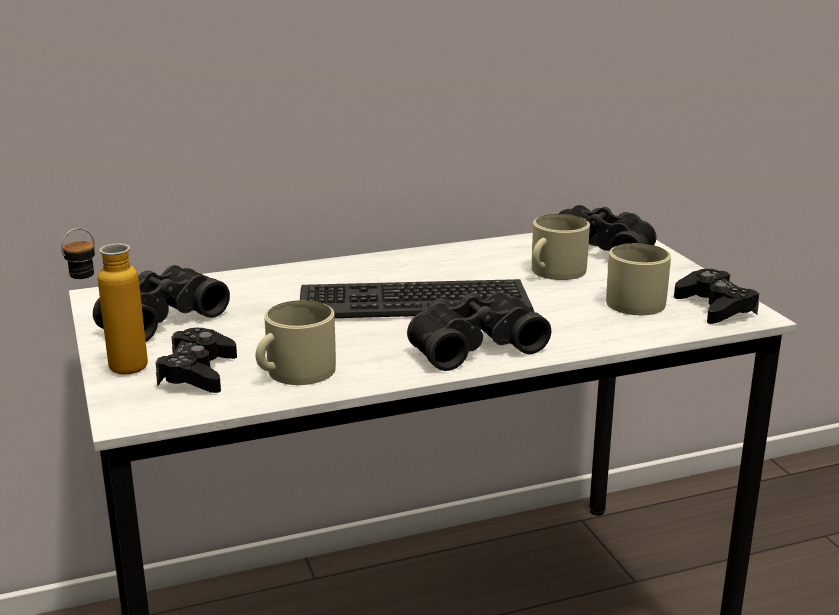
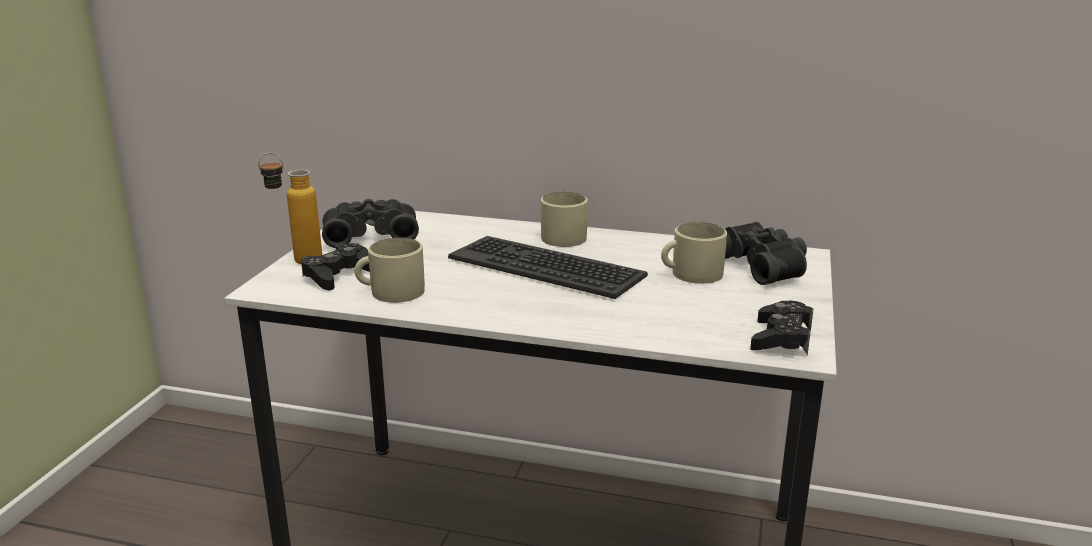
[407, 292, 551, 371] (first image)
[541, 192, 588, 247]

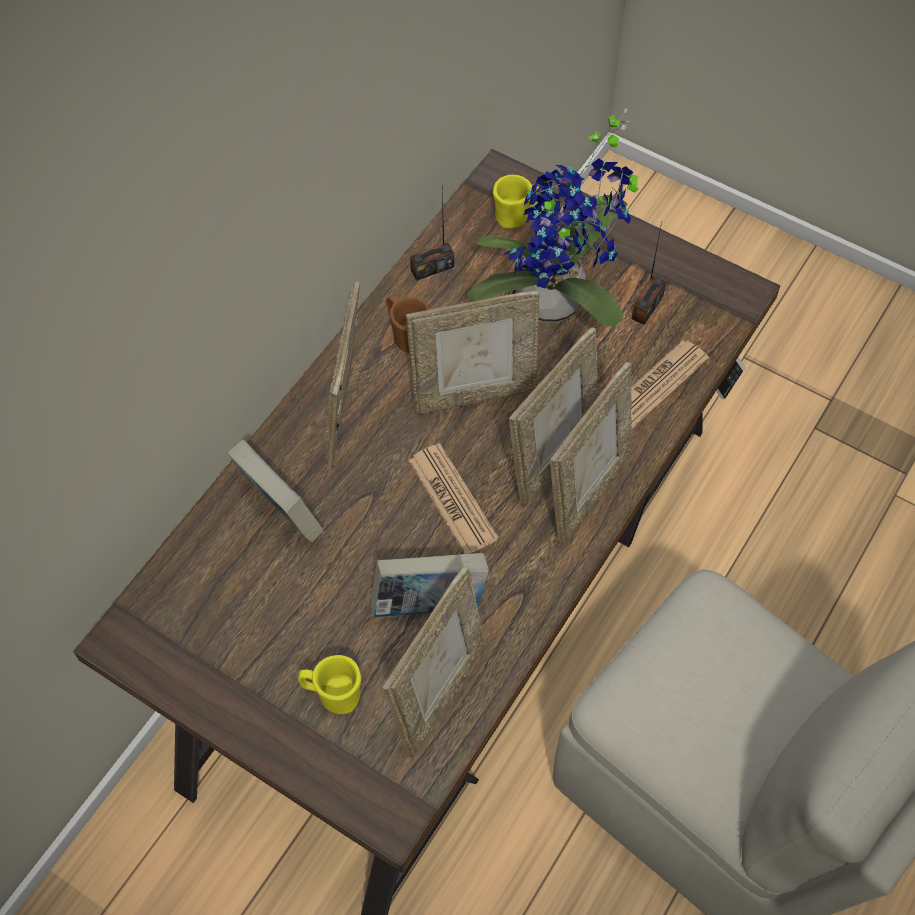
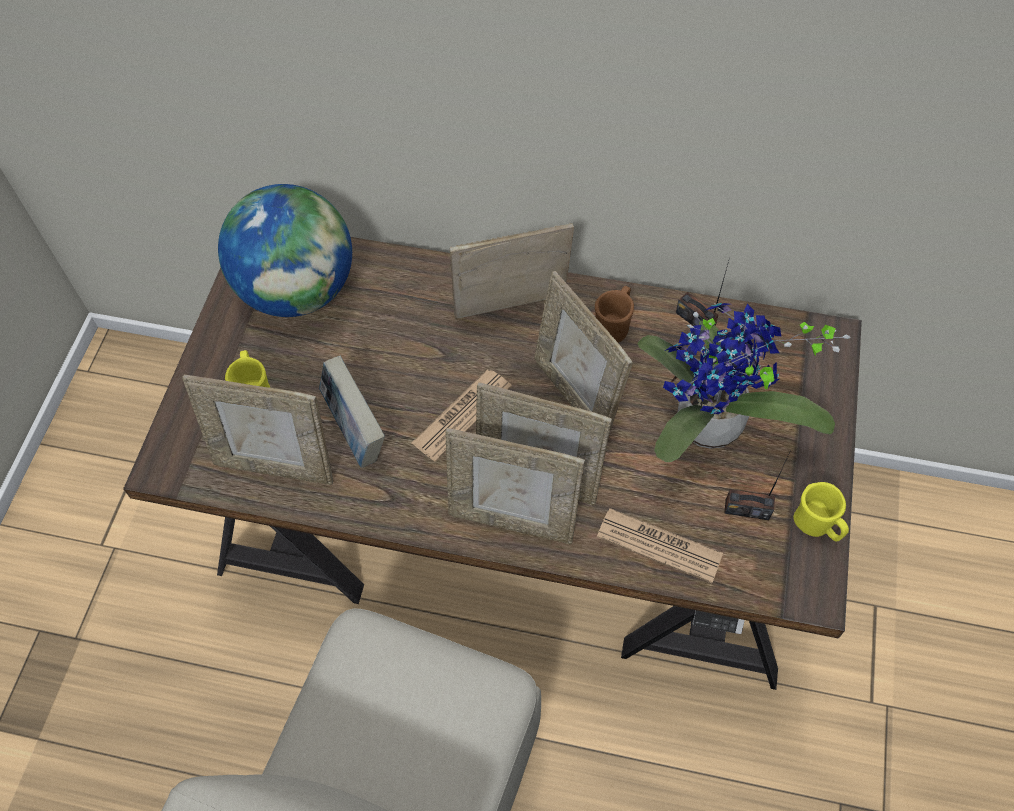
[228, 440, 324, 542] (first image)
[218, 184, 352, 317]
[793, 482, 849, 542]

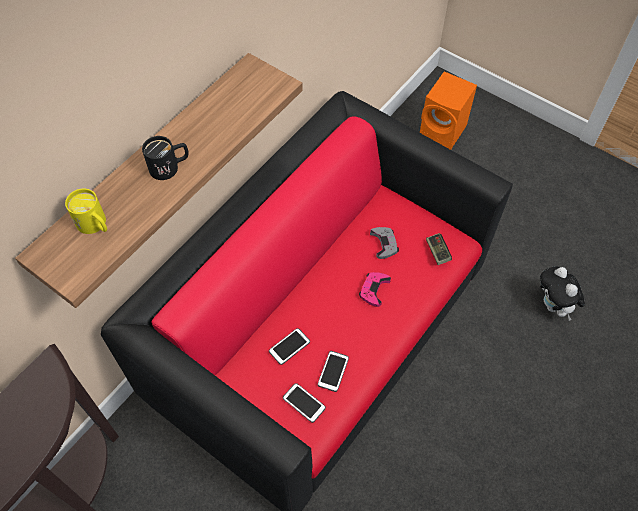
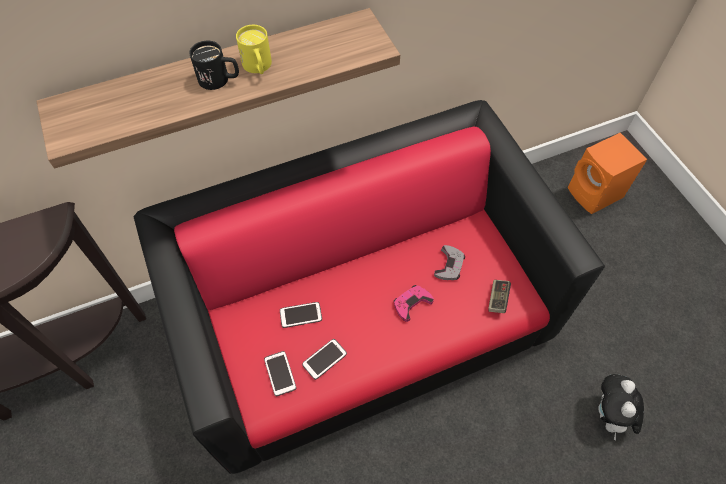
[236, 25, 272, 74]

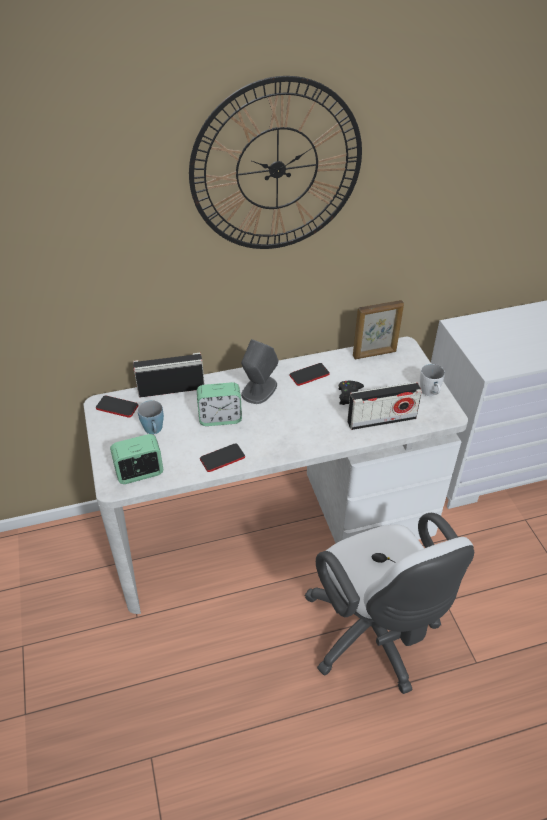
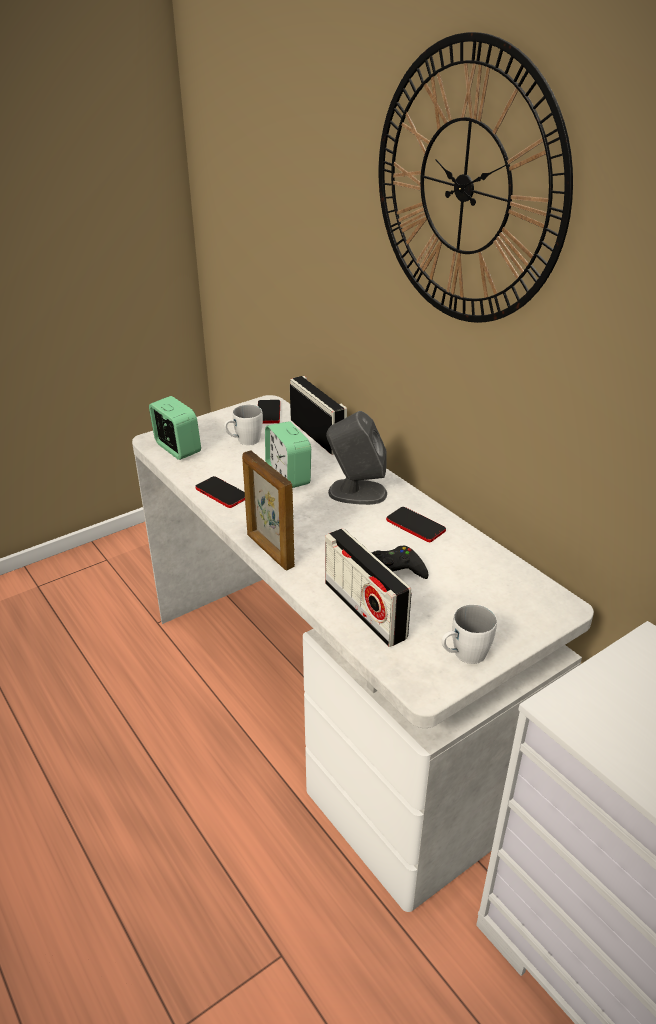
[304, 513, 474, 694] (first image)
[242, 451, 295, 570]
[224, 405, 263, 445]

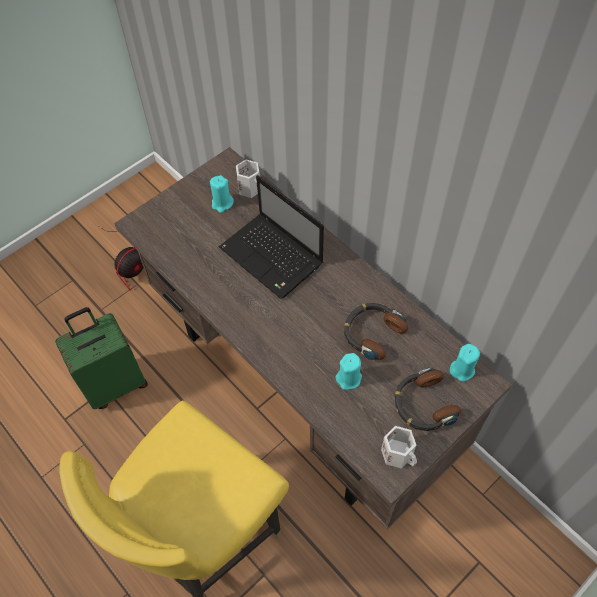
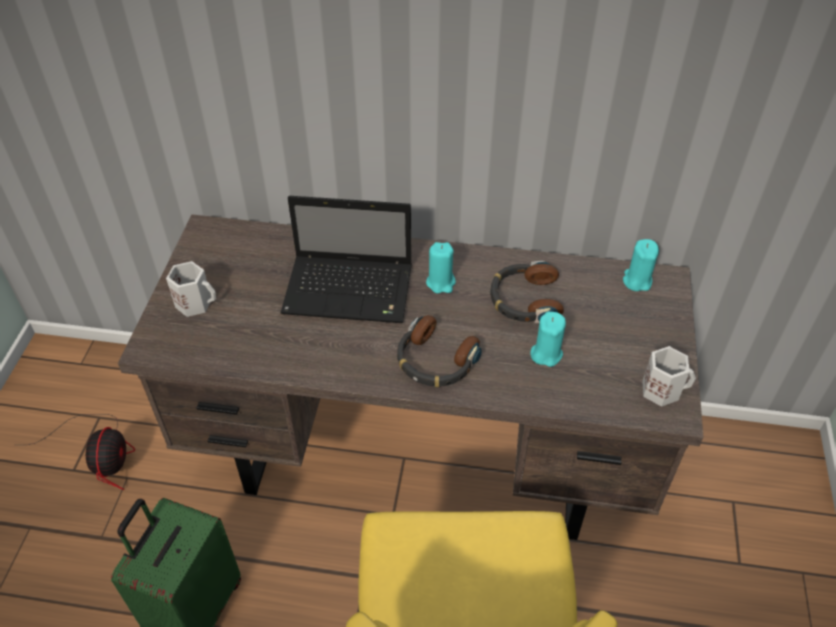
[426, 242, 456, 293]
[166, 261, 216, 317]
[397, 315, 482, 387]

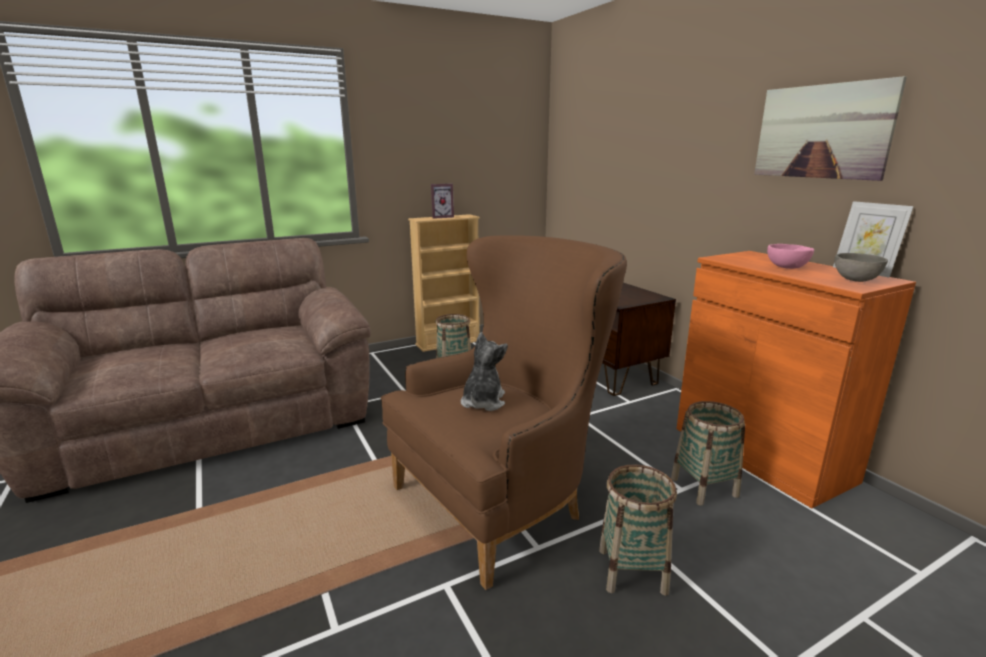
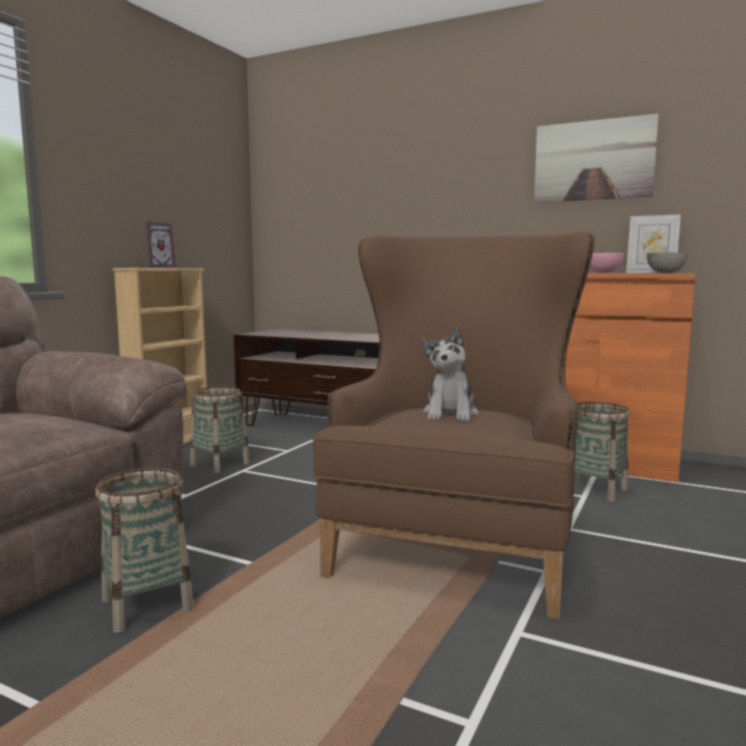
[95, 468, 194, 633]
[422, 327, 479, 421]

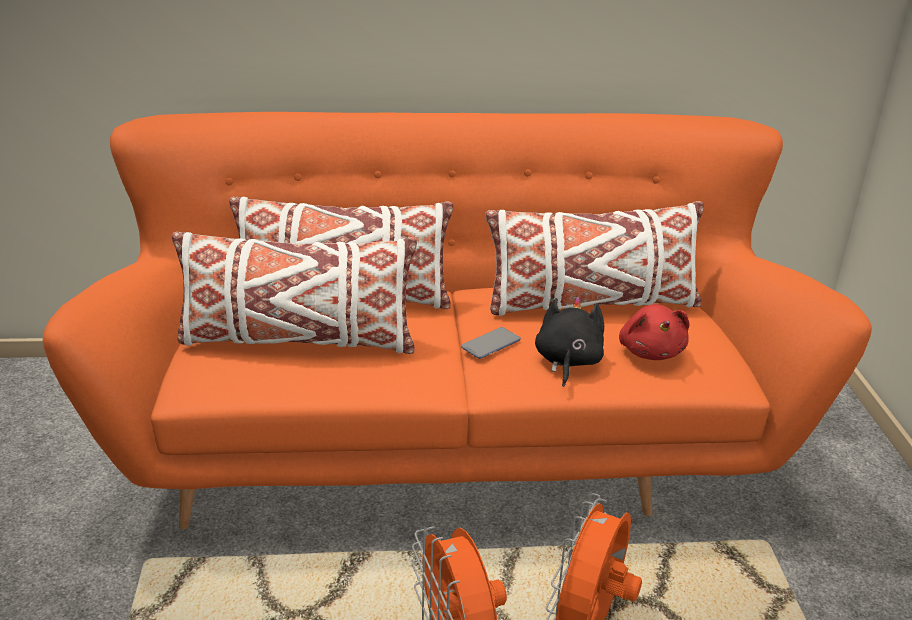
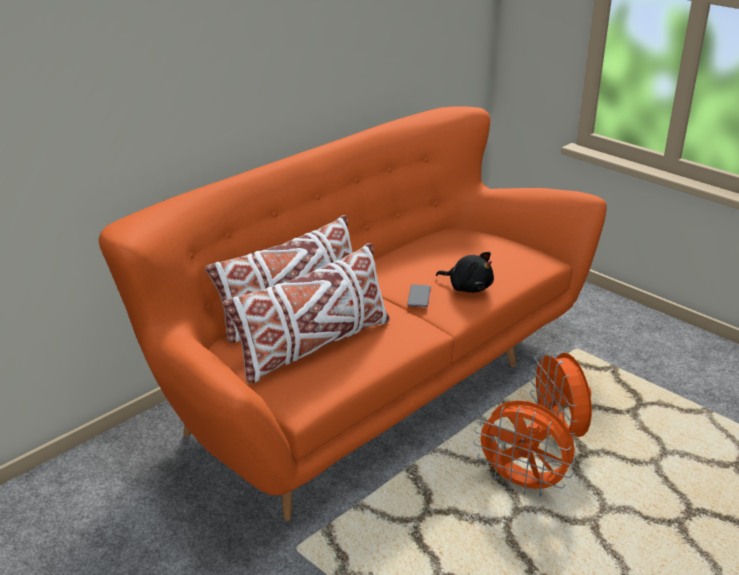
[485, 201, 704, 316] (first image)
[619, 304, 690, 360] (first image)
[436, 252, 494, 293]

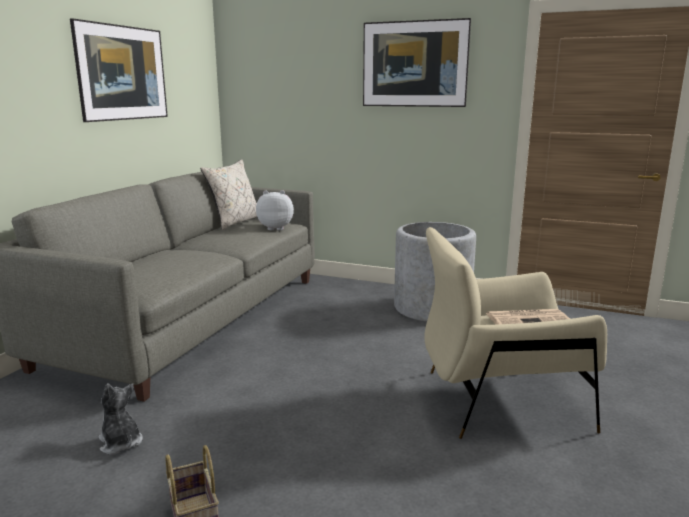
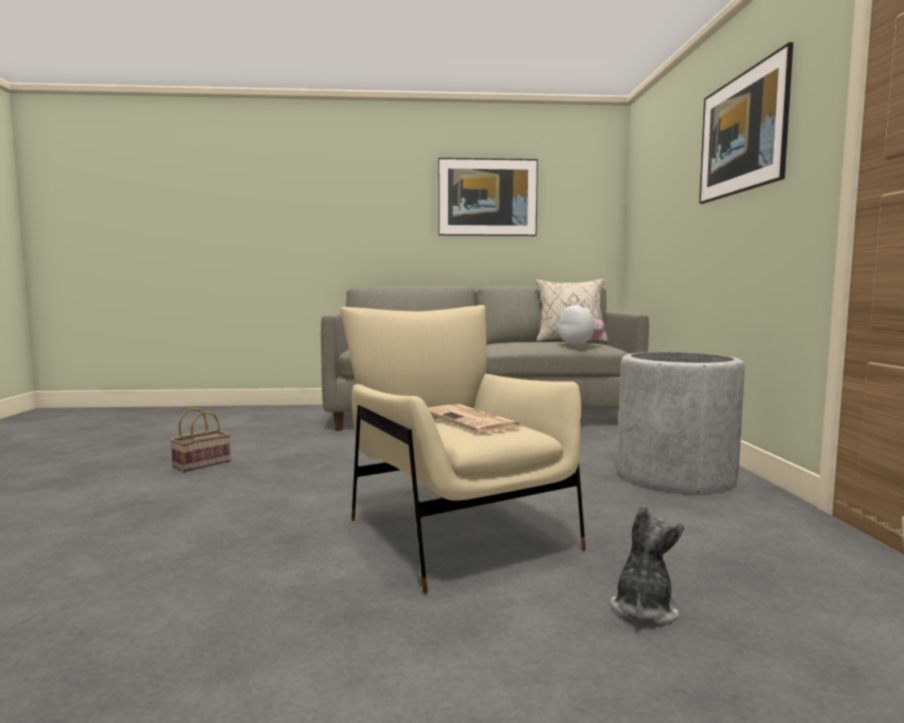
[611, 505, 684, 624]

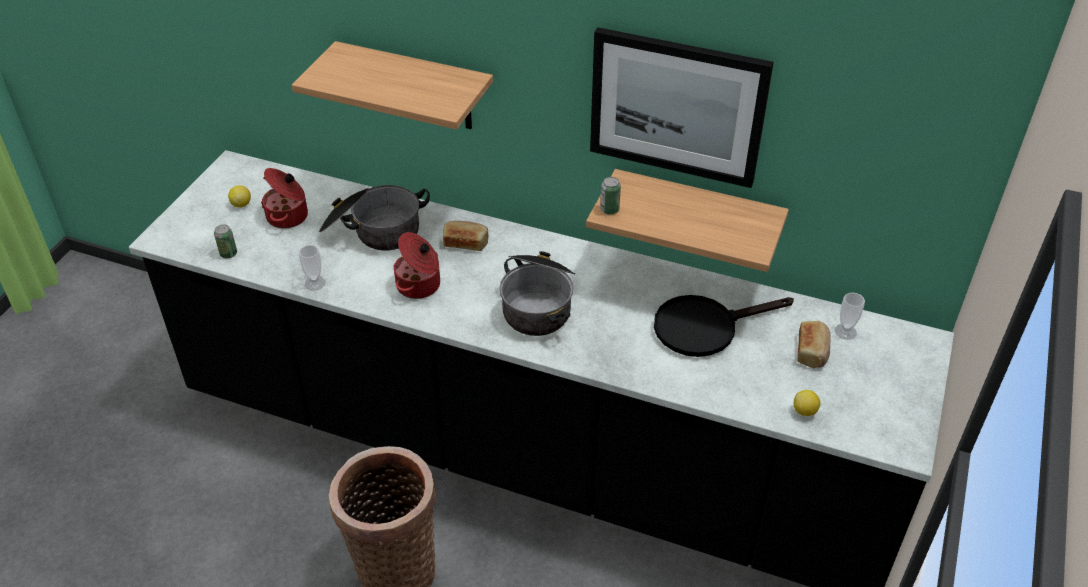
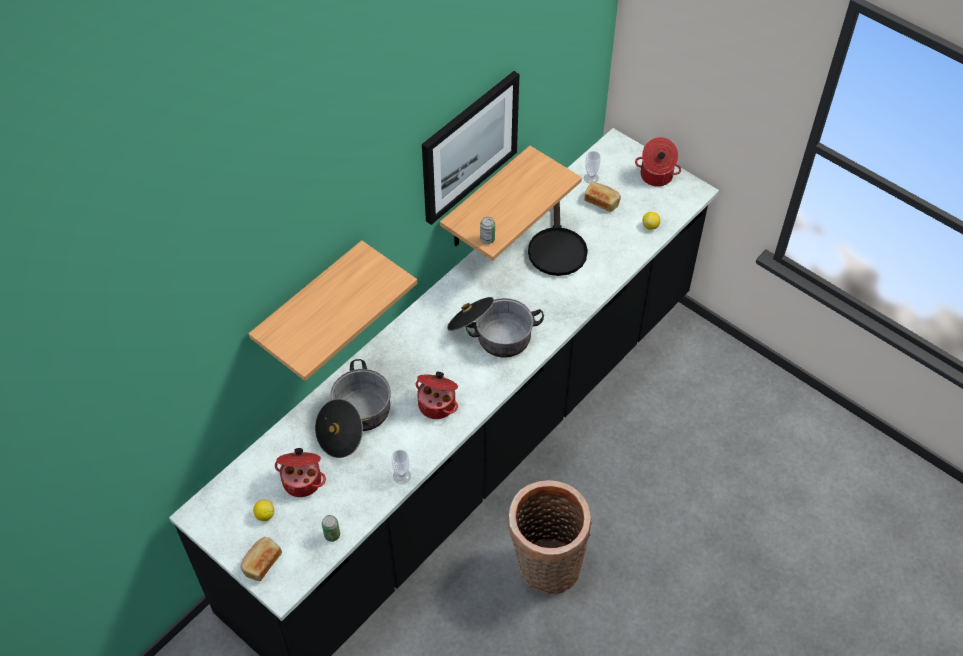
[635, 137, 681, 187]
[240, 537, 282, 581]

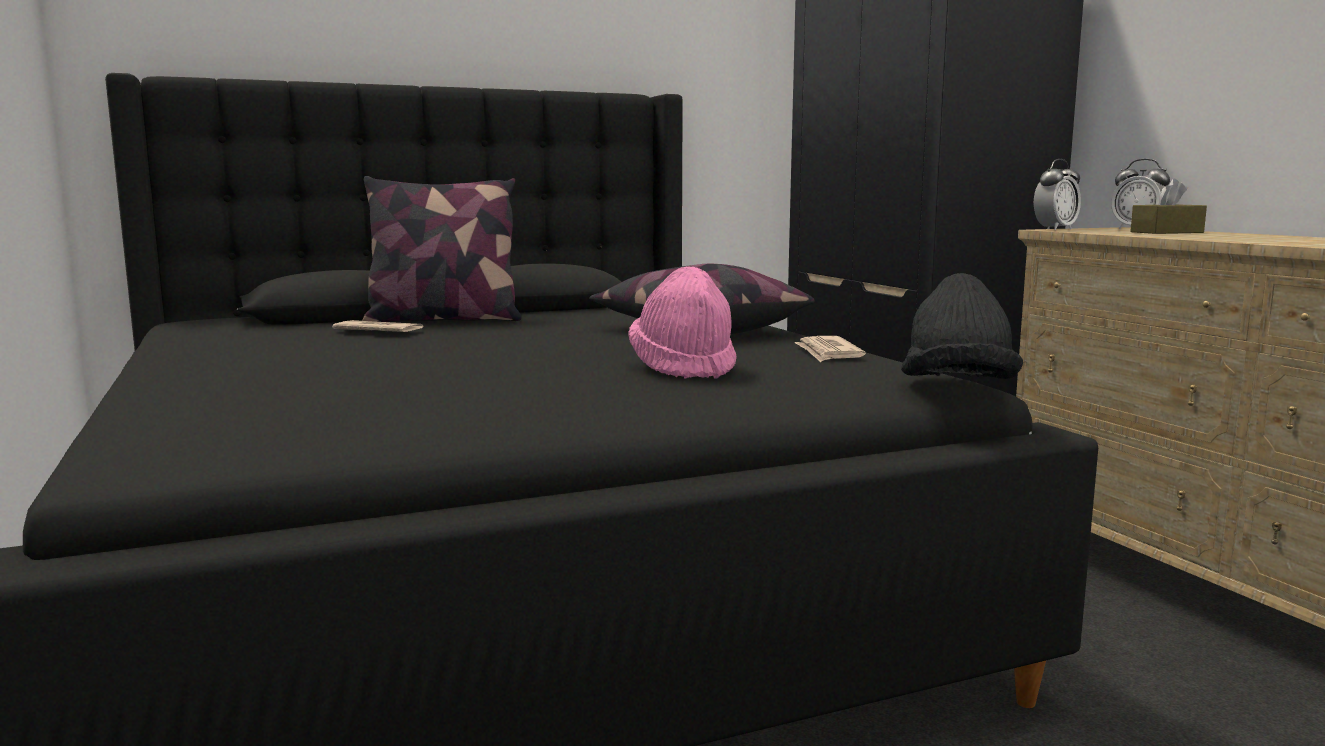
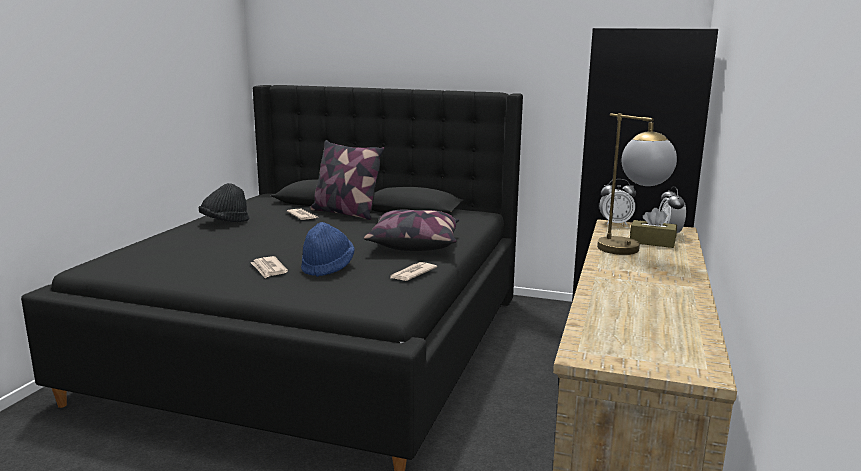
[251, 256, 288, 278]
[597, 113, 677, 255]
[199, 183, 250, 222]
[301, 222, 355, 277]

